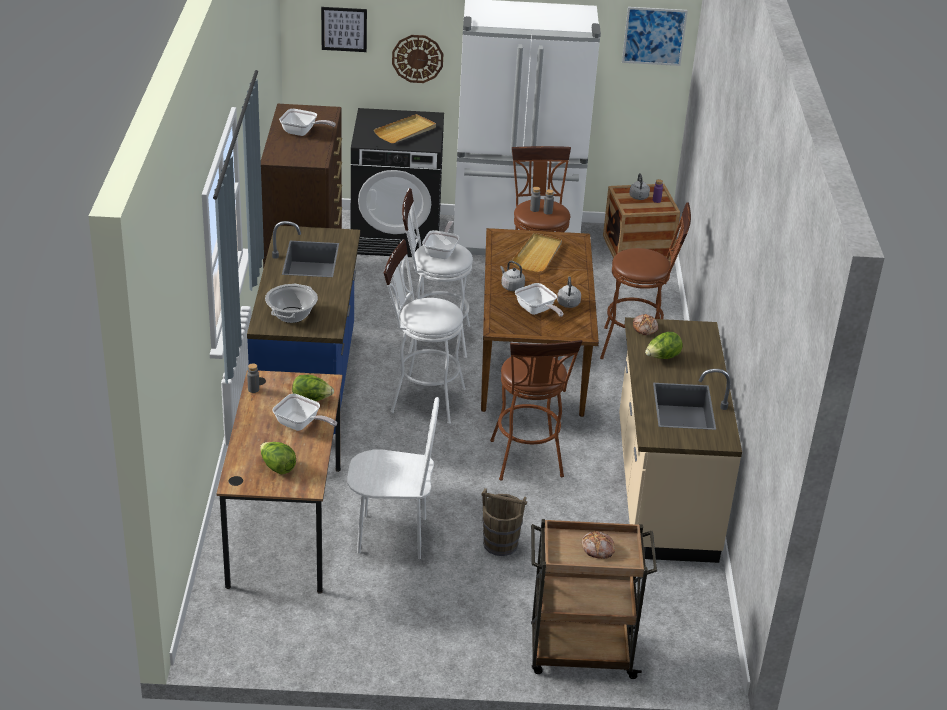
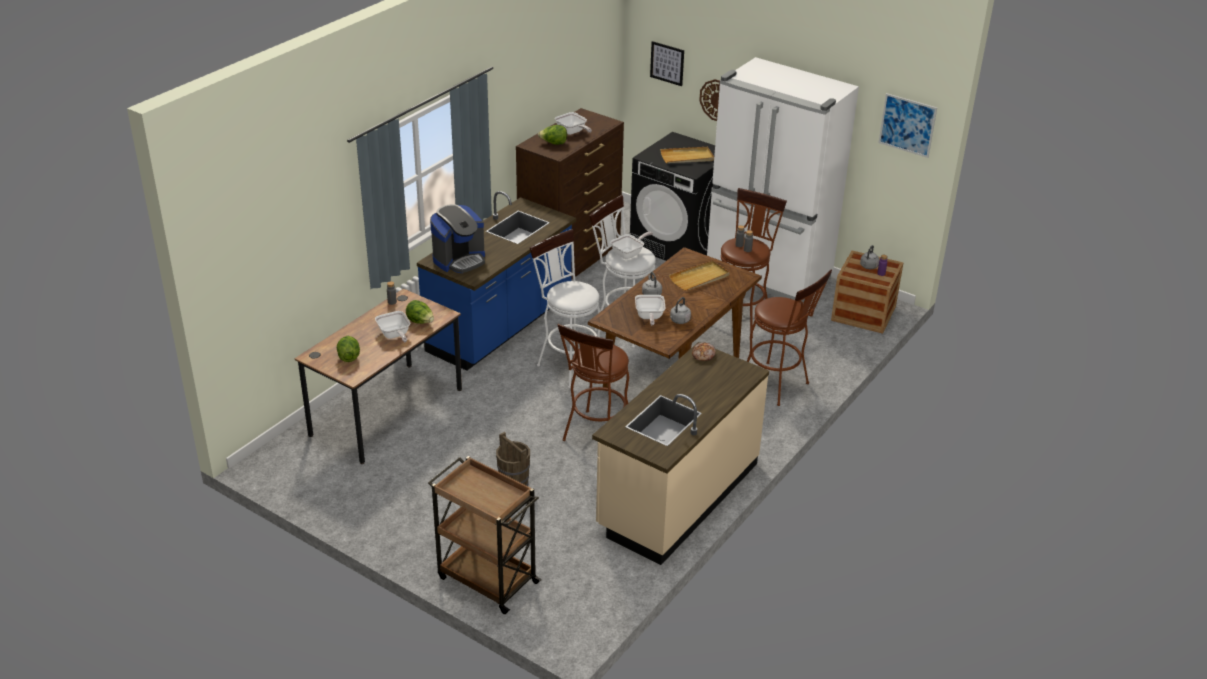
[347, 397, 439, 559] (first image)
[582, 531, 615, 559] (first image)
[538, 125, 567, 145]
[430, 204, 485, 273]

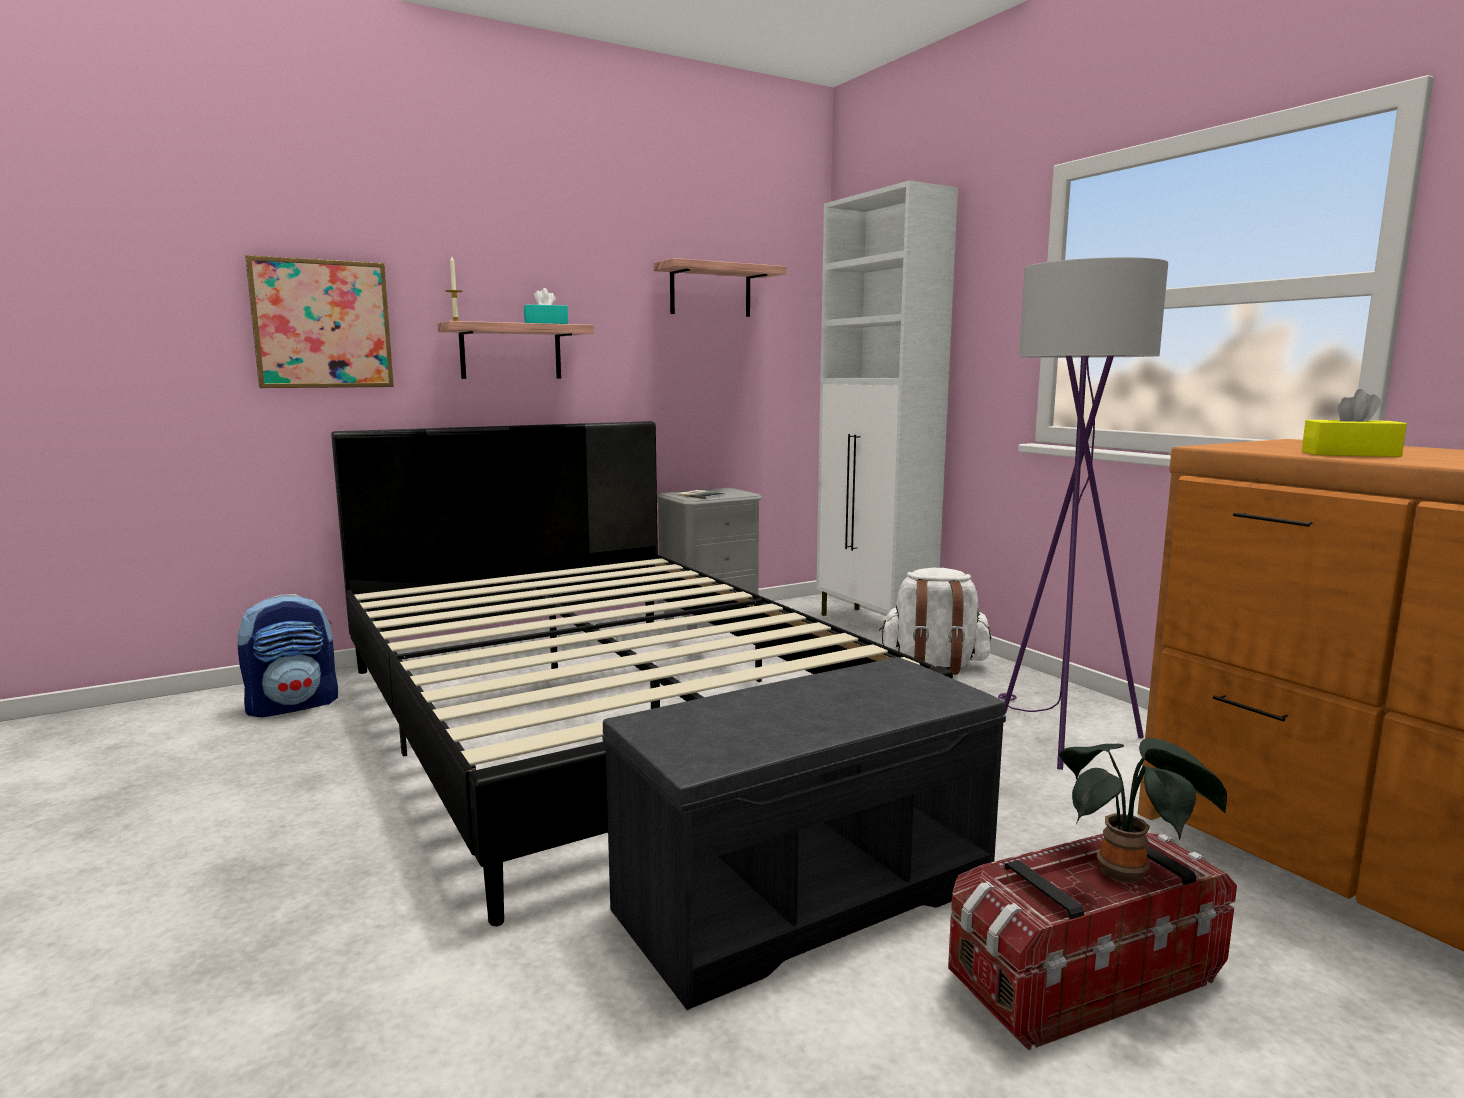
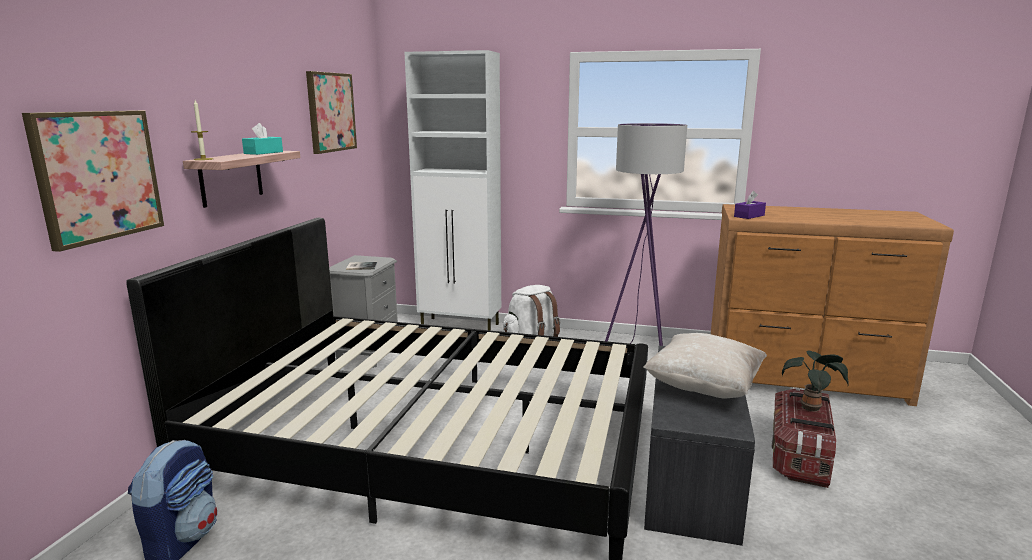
[1302, 389, 1407, 457] (first image)
[643, 333, 767, 399]
[734, 191, 766, 219]
[306, 71, 357, 154]

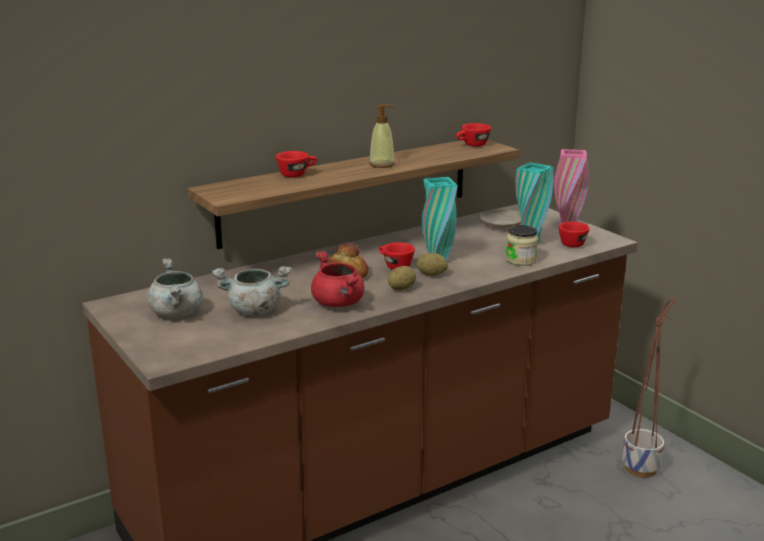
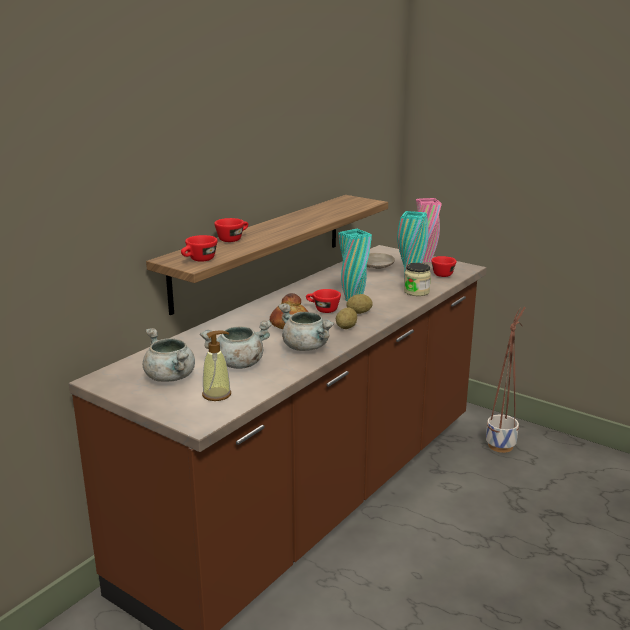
[202, 330, 231, 401]
[181, 235, 218, 262]
[278, 303, 335, 351]

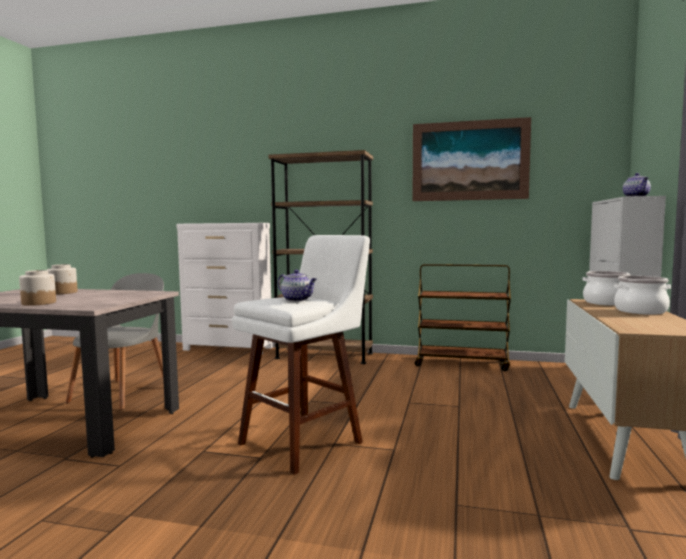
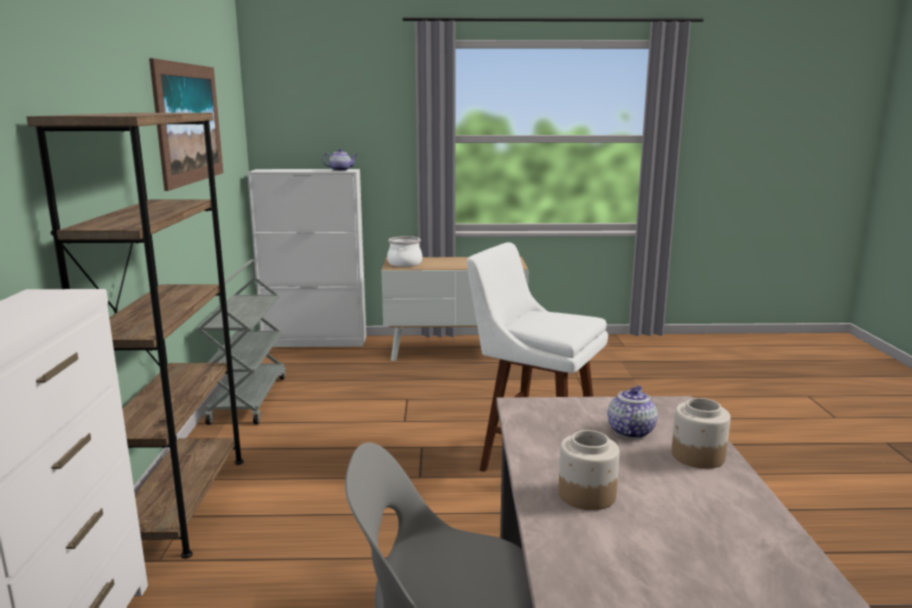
[614, 276, 671, 315] (first image)
[607, 386, 657, 439]
[197, 259, 285, 425]

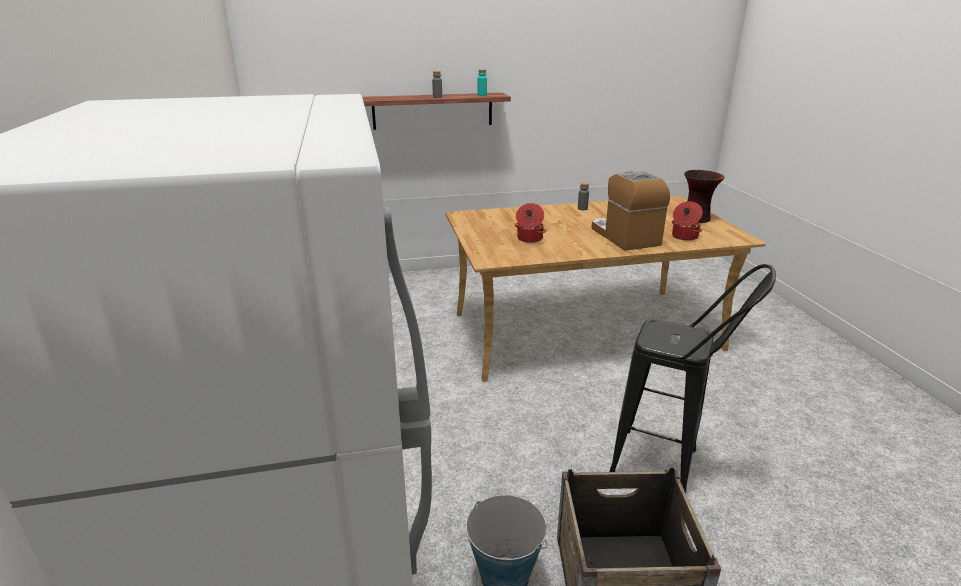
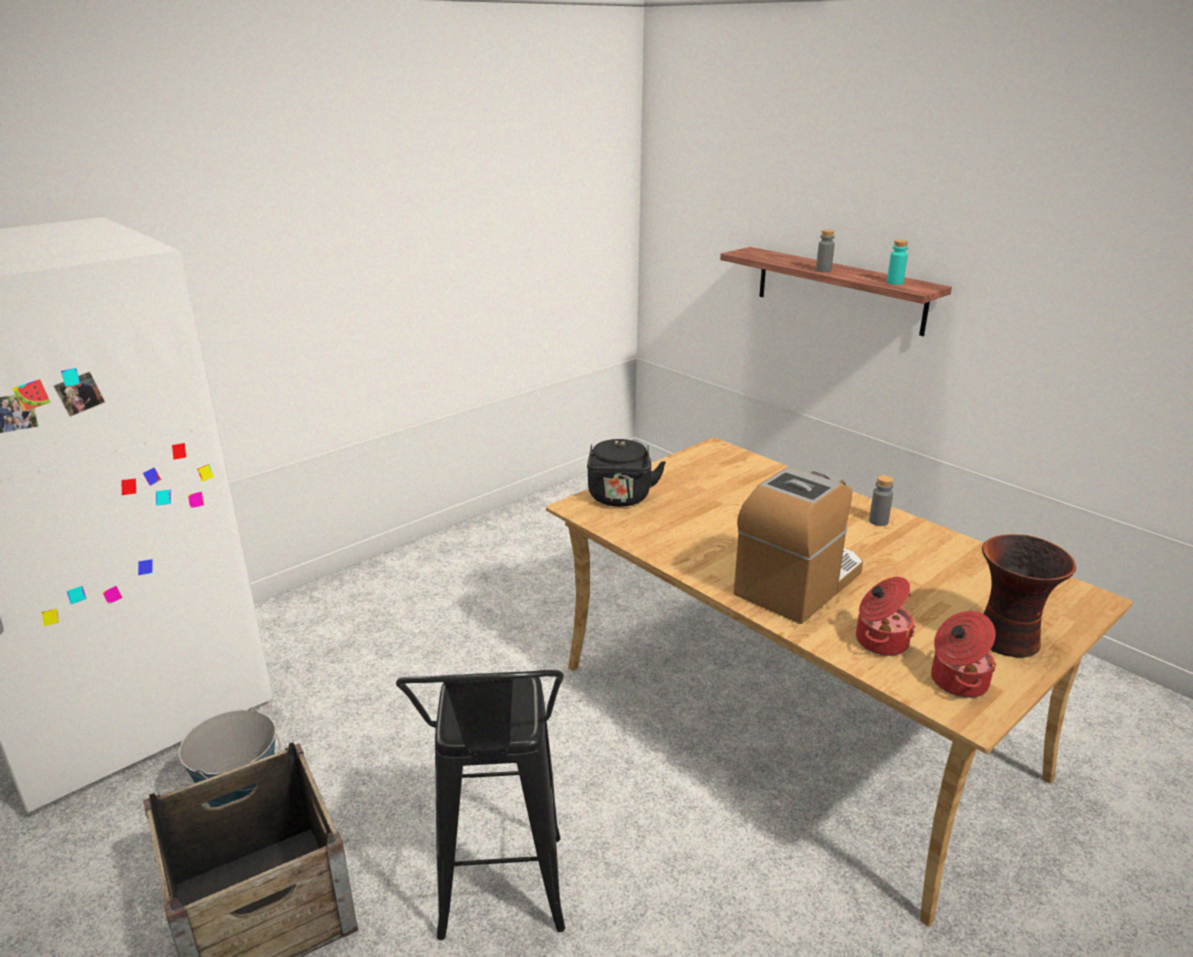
[587, 439, 666, 507]
[931, 611, 996, 698]

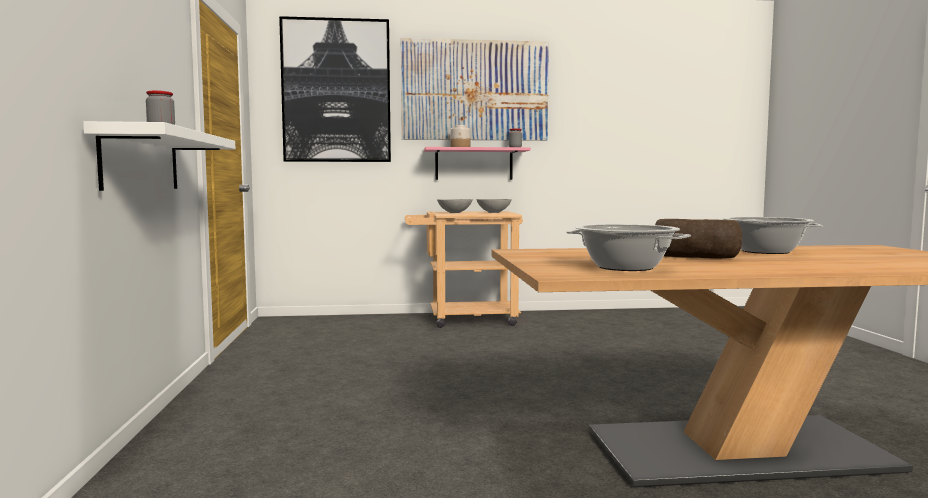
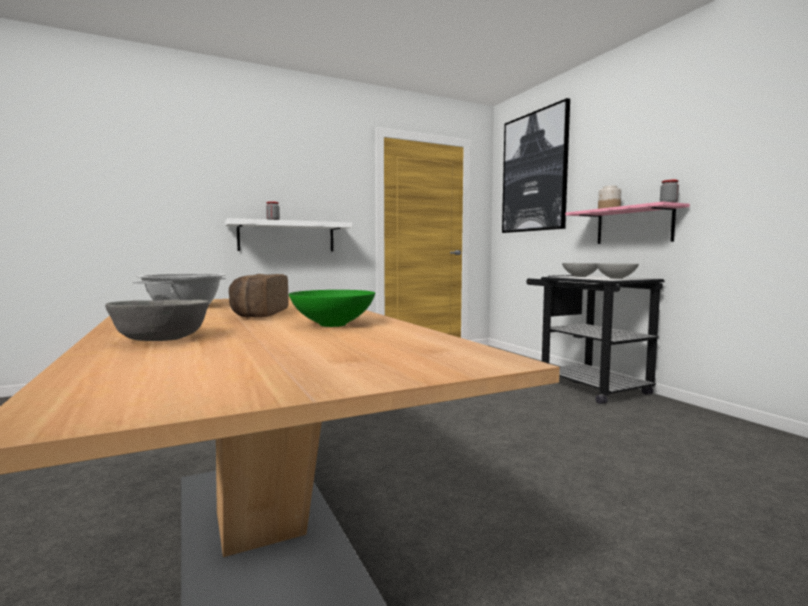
[401, 38, 549, 141] (first image)
[105, 299, 209, 341]
[289, 290, 375, 327]
[526, 275, 665, 404]

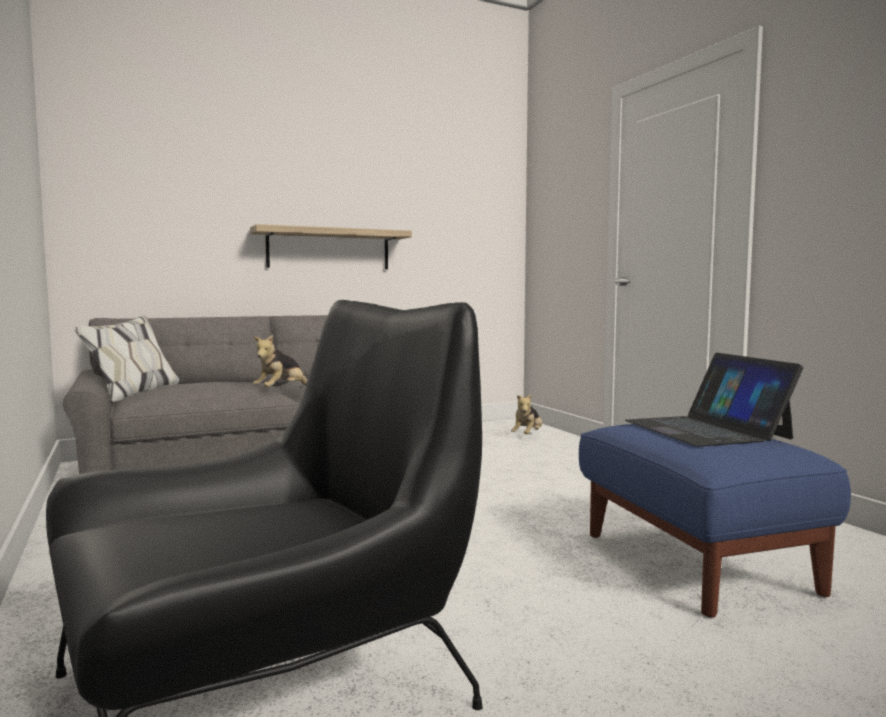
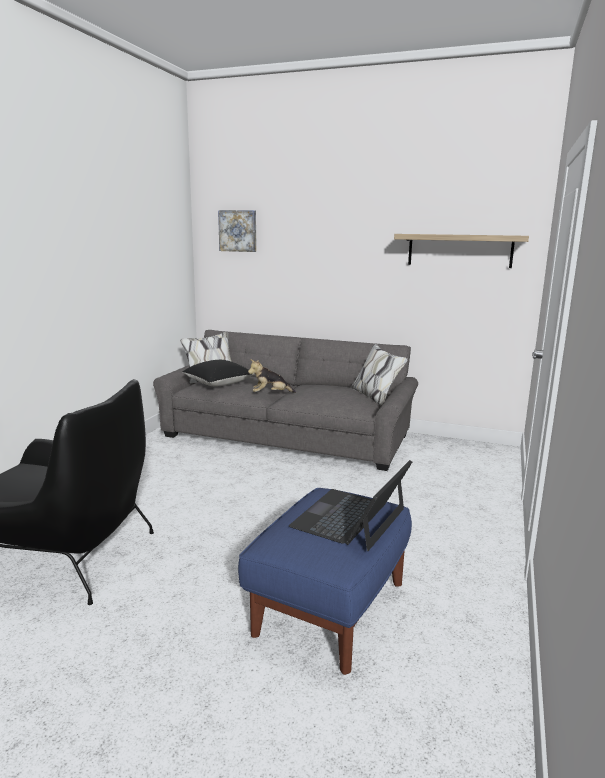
[511, 393, 542, 434] (first image)
[182, 360, 252, 386]
[218, 210, 256, 252]
[394, 234, 529, 268]

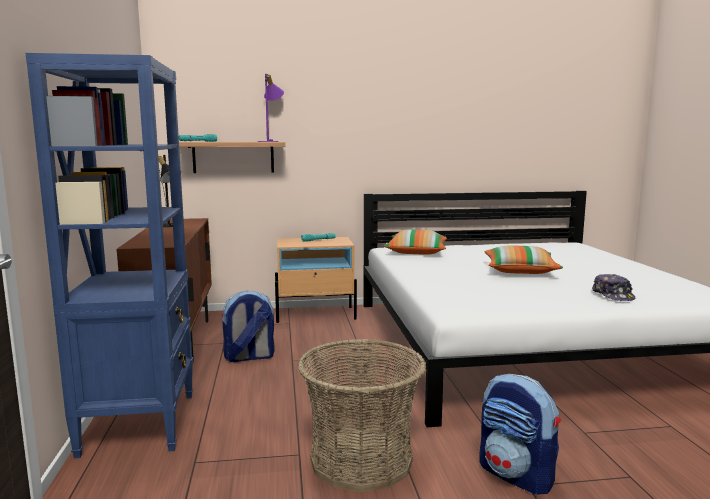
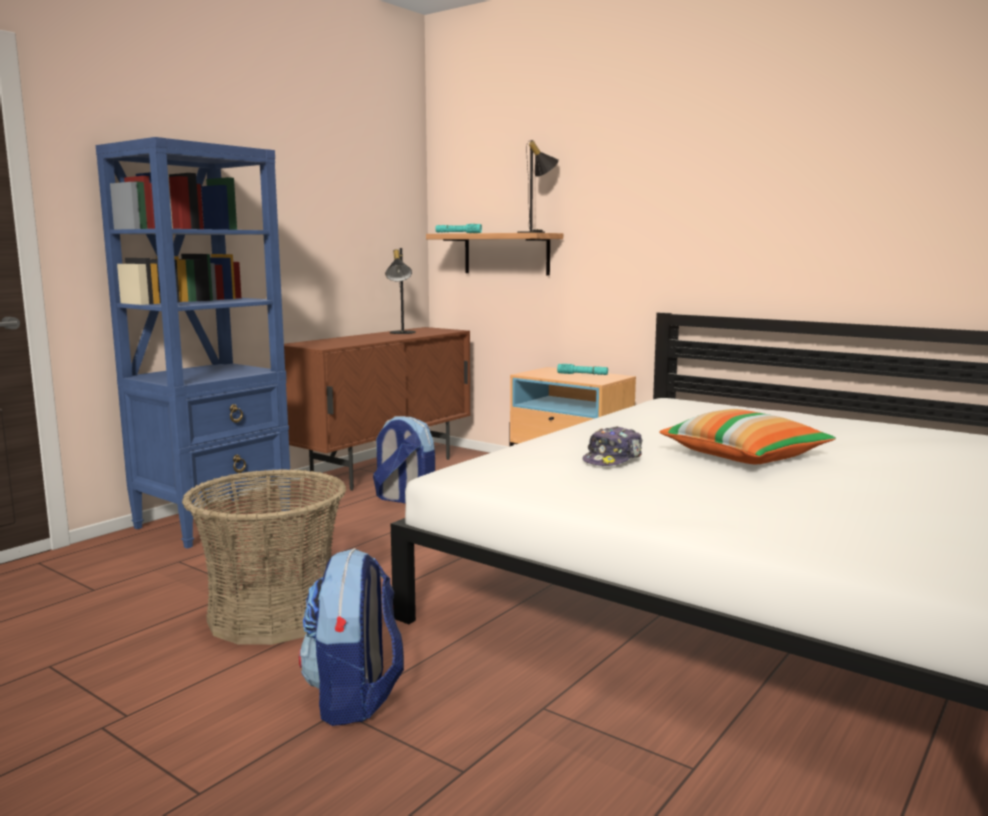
[384, 230, 447, 255] (first image)
[582, 426, 642, 466]
[517, 140, 559, 233]

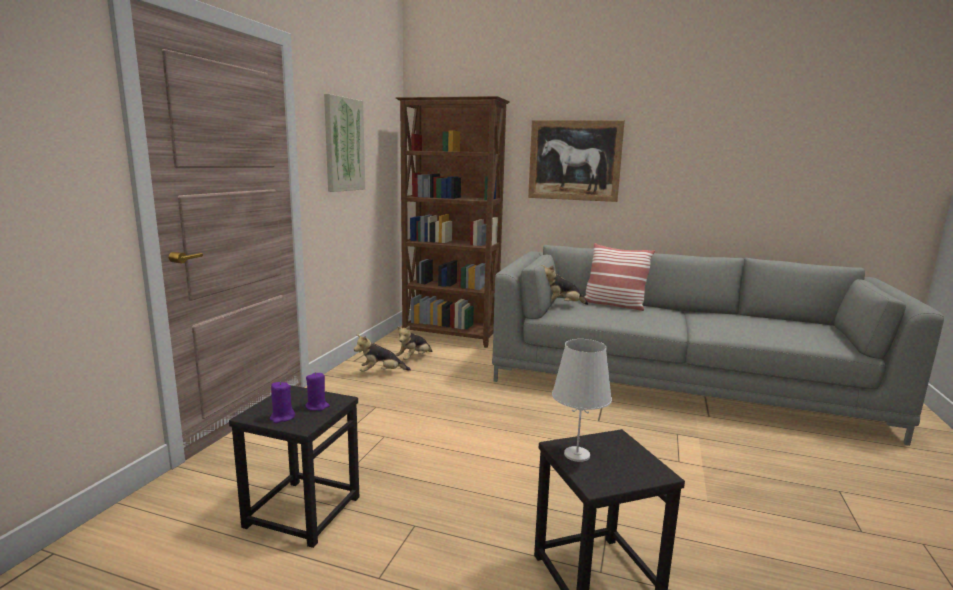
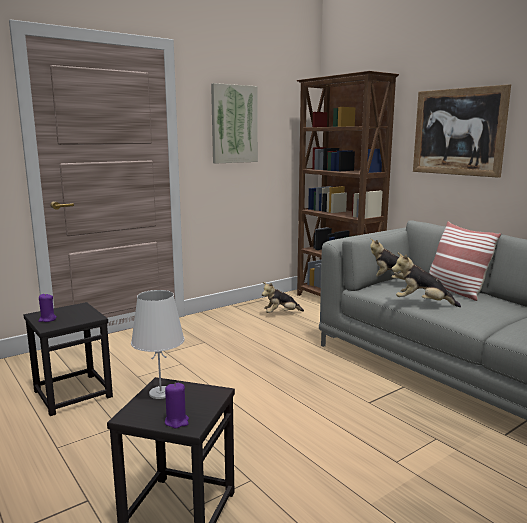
[165, 383, 189, 429]
[391, 252, 461, 307]

